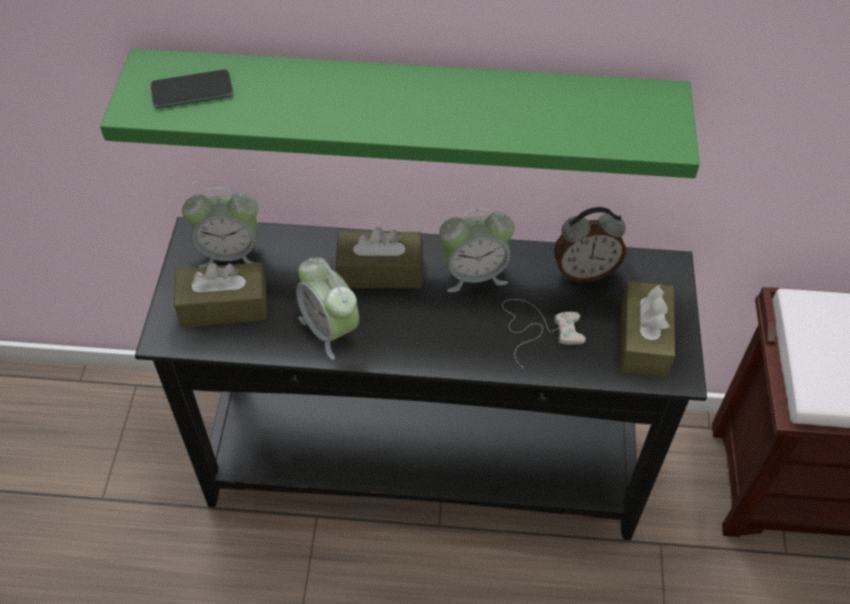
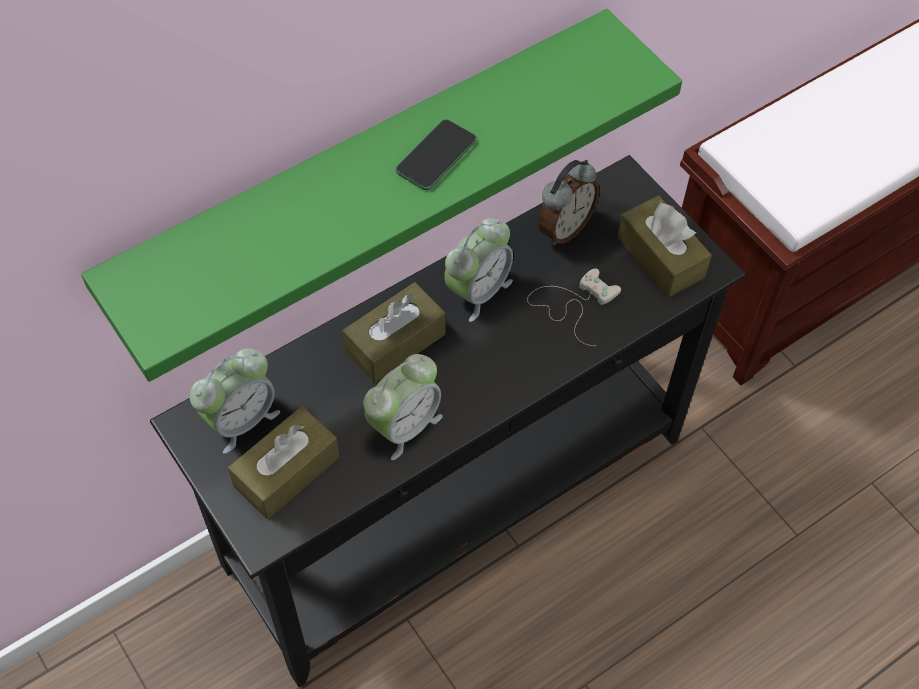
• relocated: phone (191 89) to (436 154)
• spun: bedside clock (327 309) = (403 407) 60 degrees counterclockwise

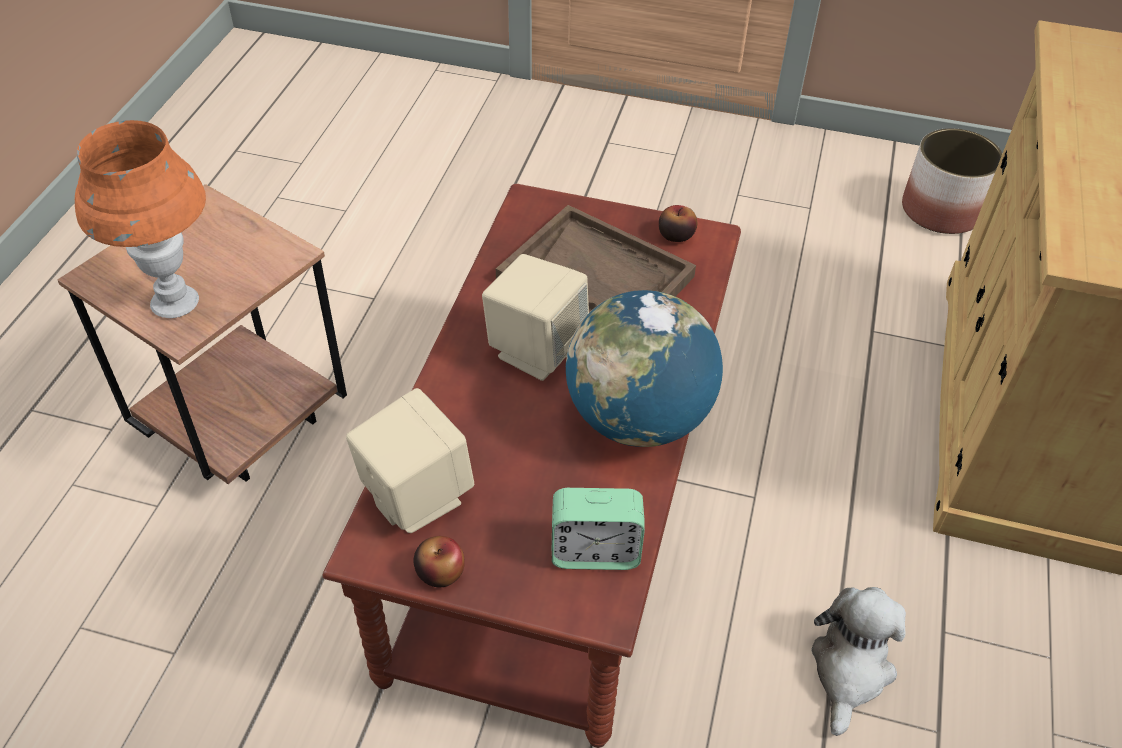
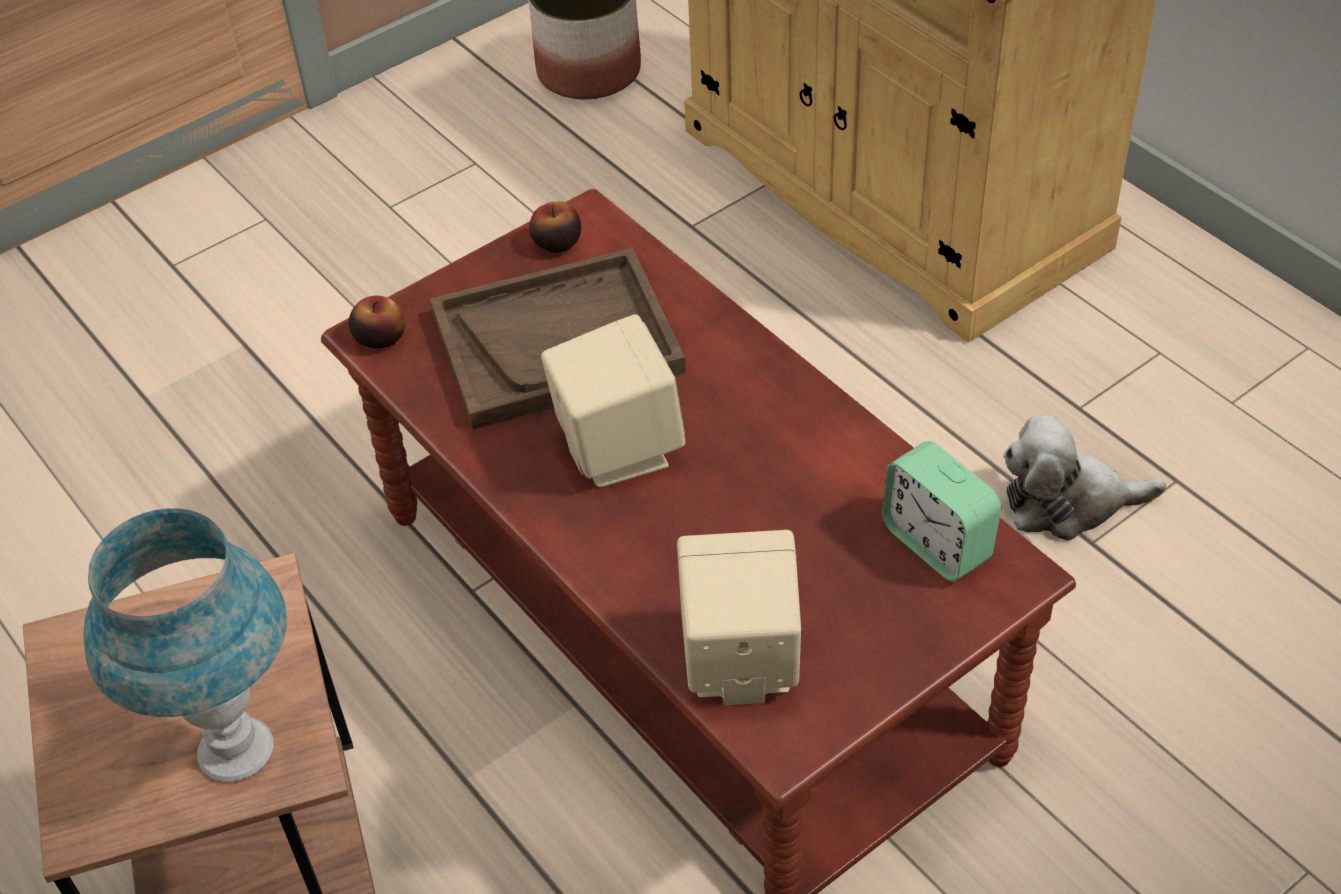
• missing: desk globe (644 368)
• relocated: apple (439 561) to (377 322)
• colour: orangey lamp for a table (140 219) to bluish lamp for a table (185 644)
• spun: bedside clock (598 529) = (942 511) 105 degrees clockwise
• spun: cuddly toy (858 661) = (1084 477) 60 degrees counterclockwise

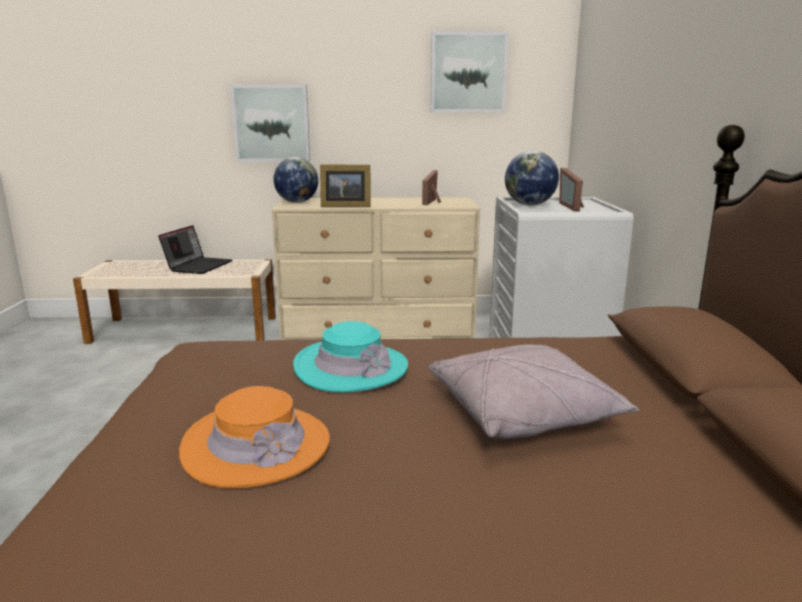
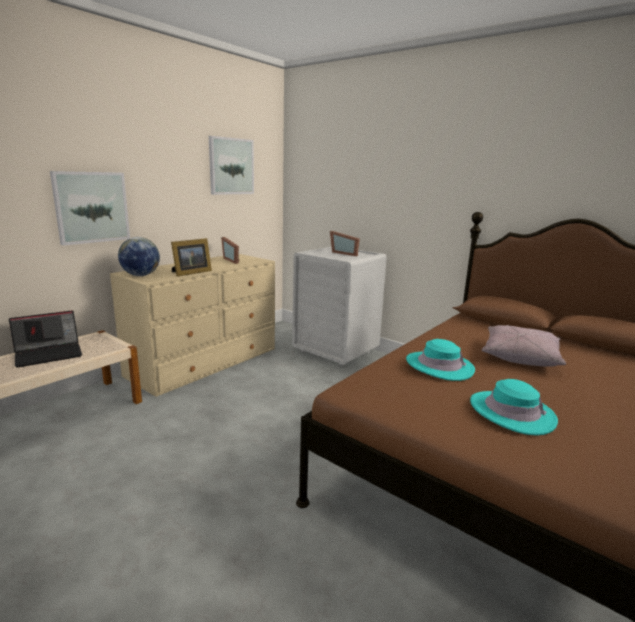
• missing: desk globe (532 178)
• colour: orangey hat (254 437) to blue-green hat (514 407)
• spun: portable computer (195 249) = (45 339) 90 degrees clockwise

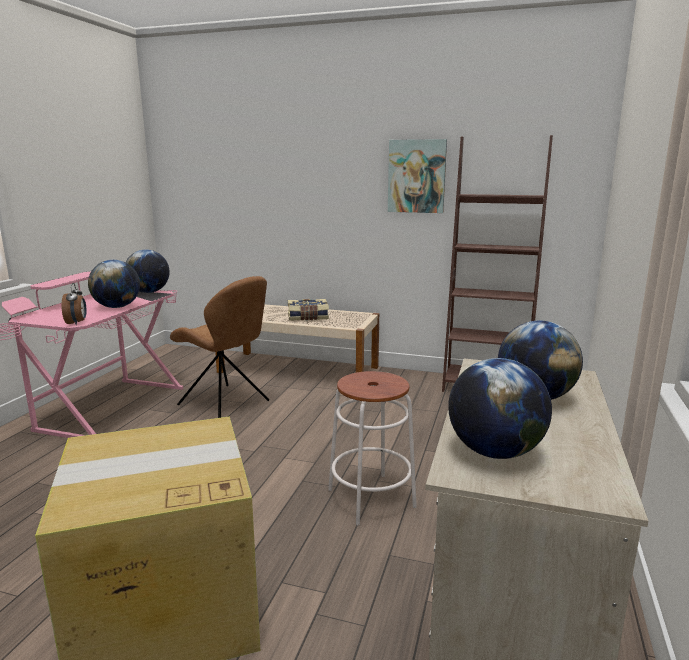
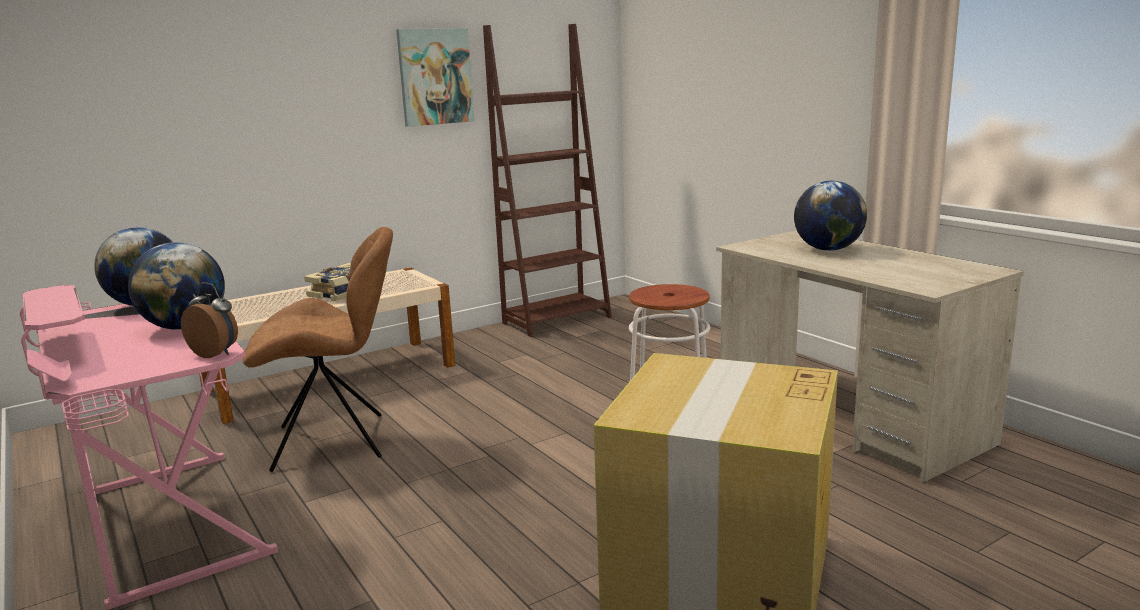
• missing: desk globe (500 408)

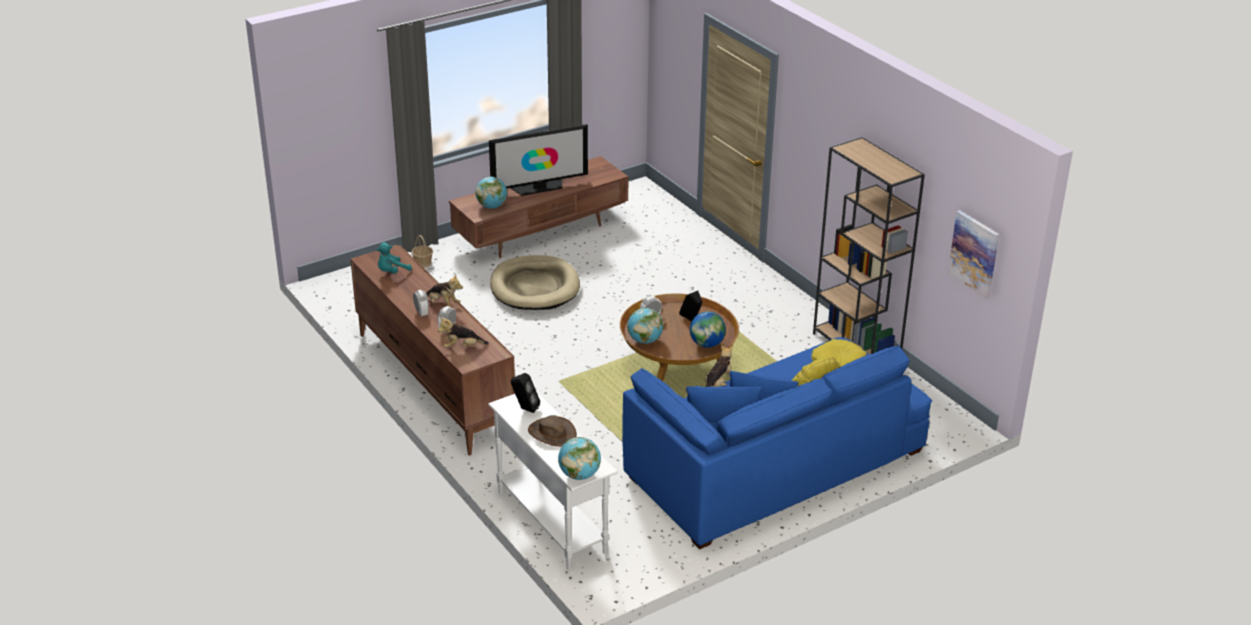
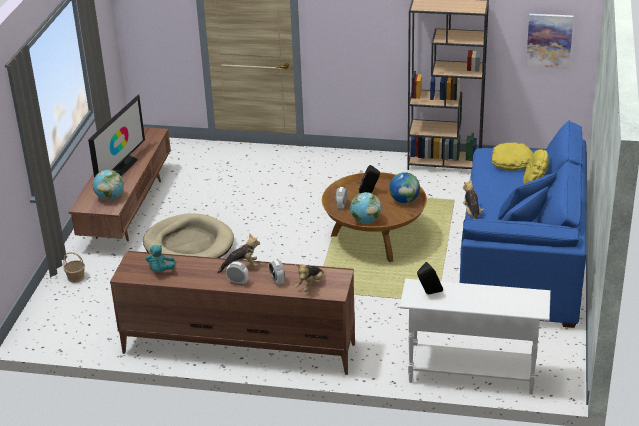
• missing: brown hat (552 431)
• missing: desk globe (579 458)

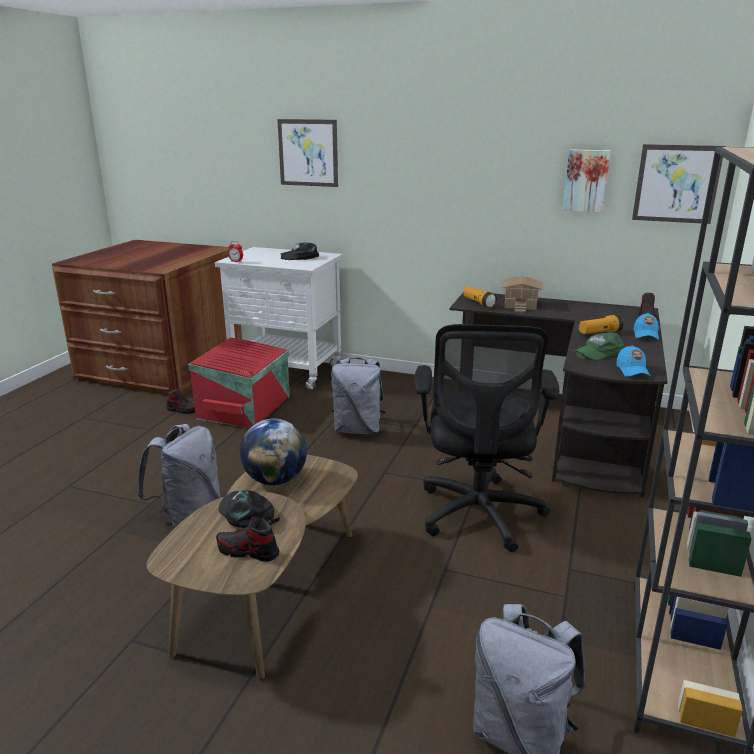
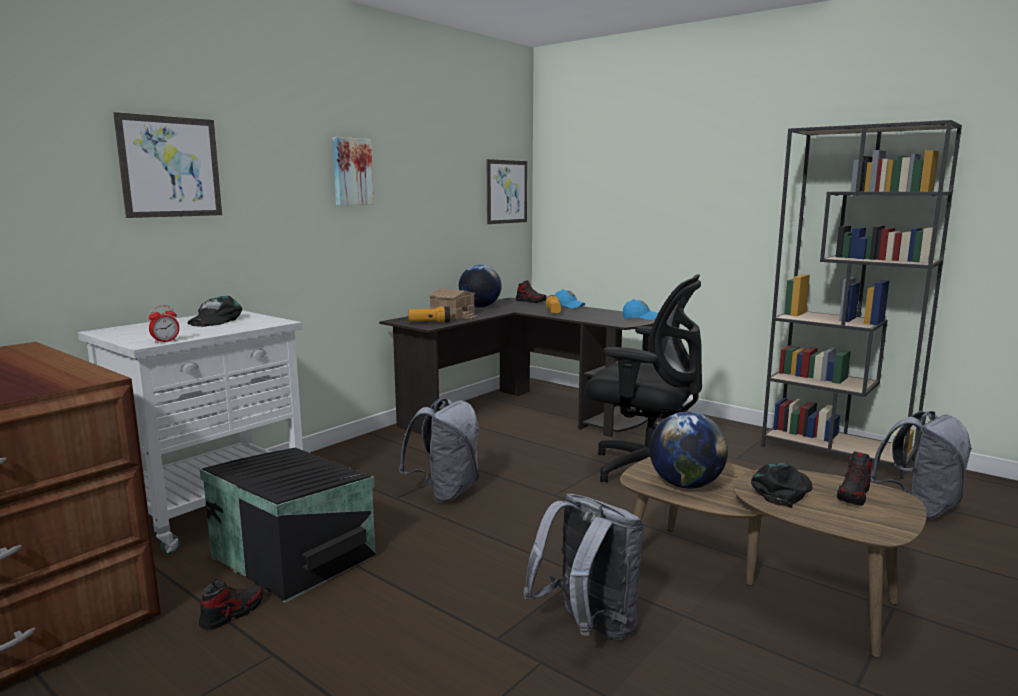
• missing: green baseball cap (599 346)
• appeared: desk globe (480 285)
• relocated: wall art (587 181) to (353 171)
• colour: red-coloured storage box (239 382) to black storage box (287 525)
• spun: black baseball cap (249 509) = (781 485) 150 degrees clockwise

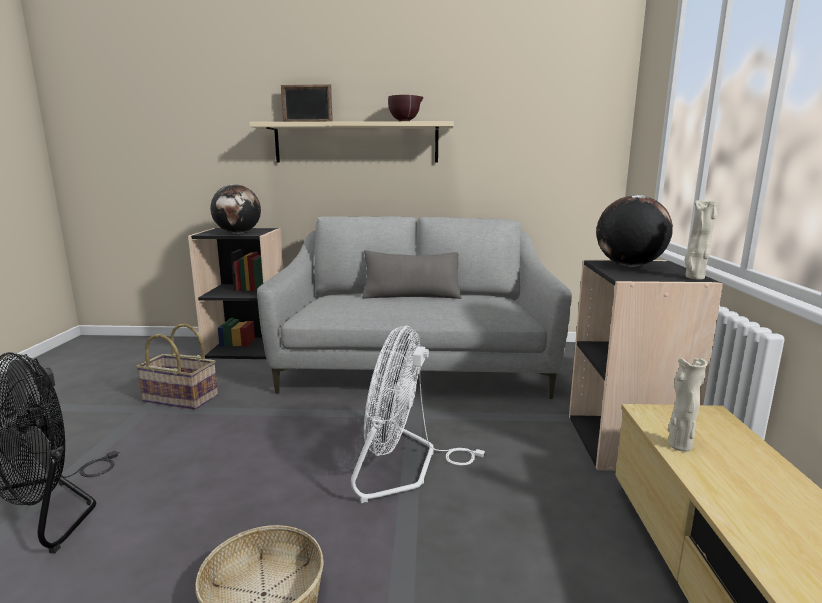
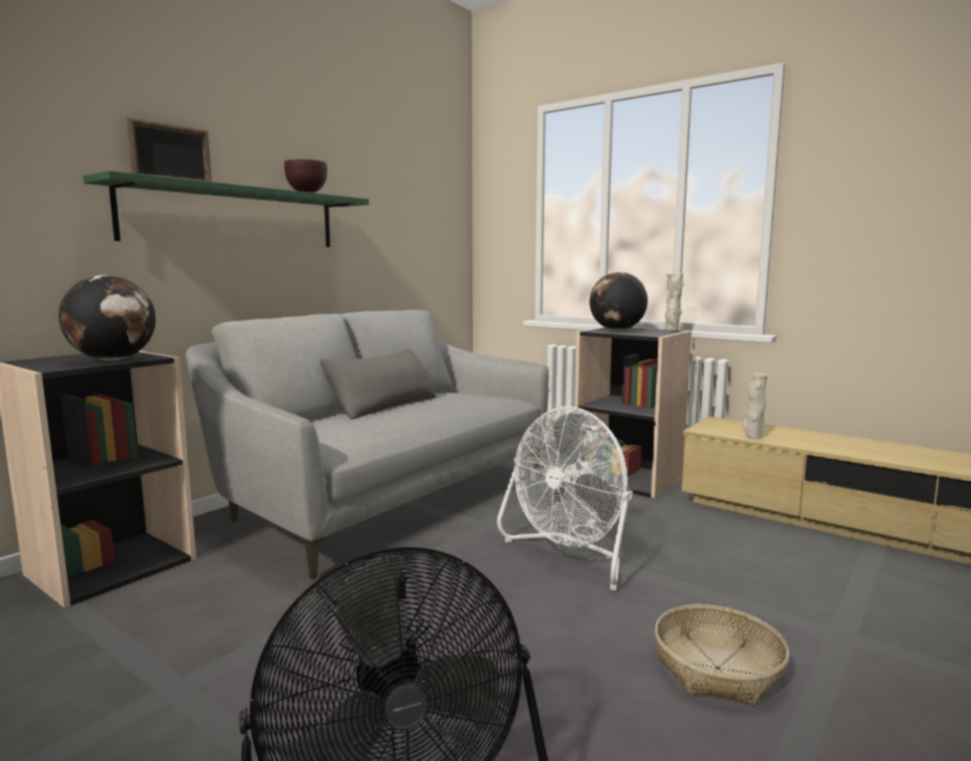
• missing: storage basket (177 367)
• colour: sand-coloured wall shelf (351 142) to green wall shelf (226 209)

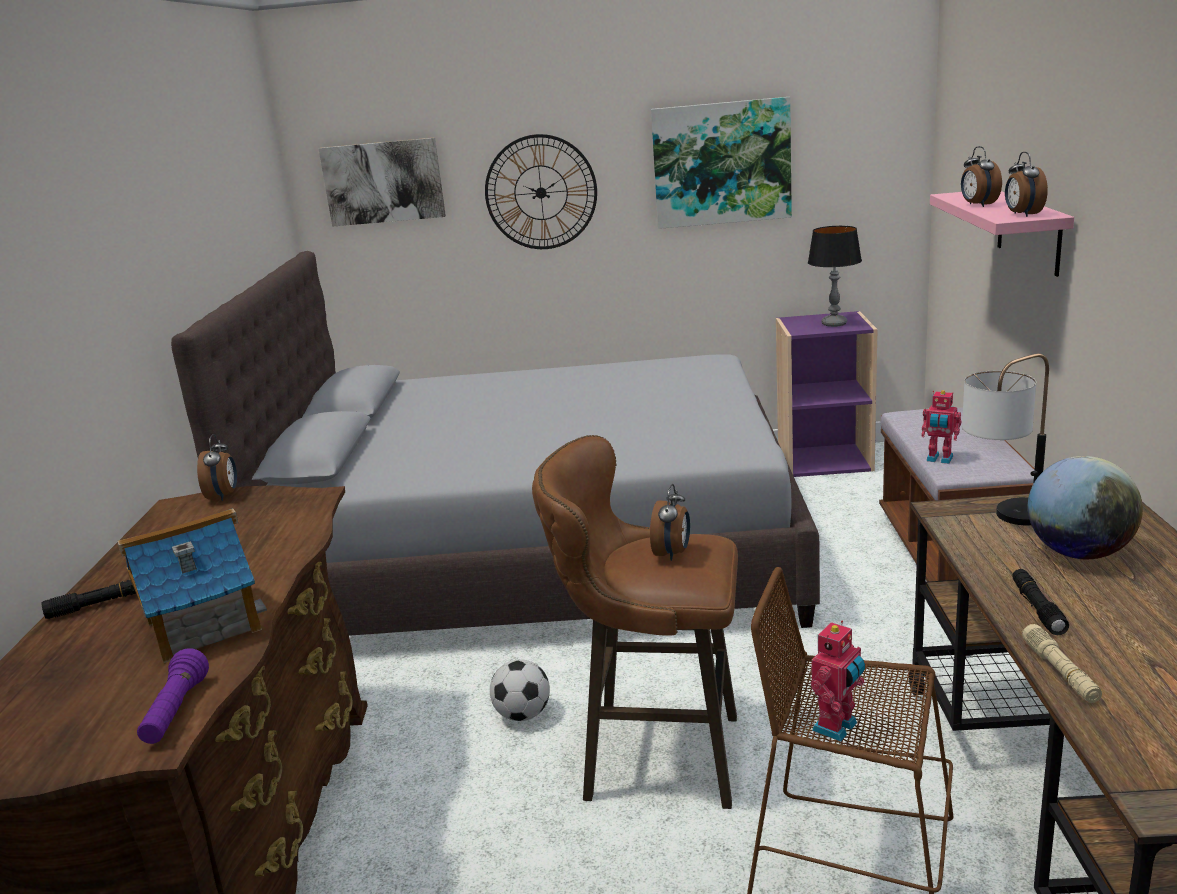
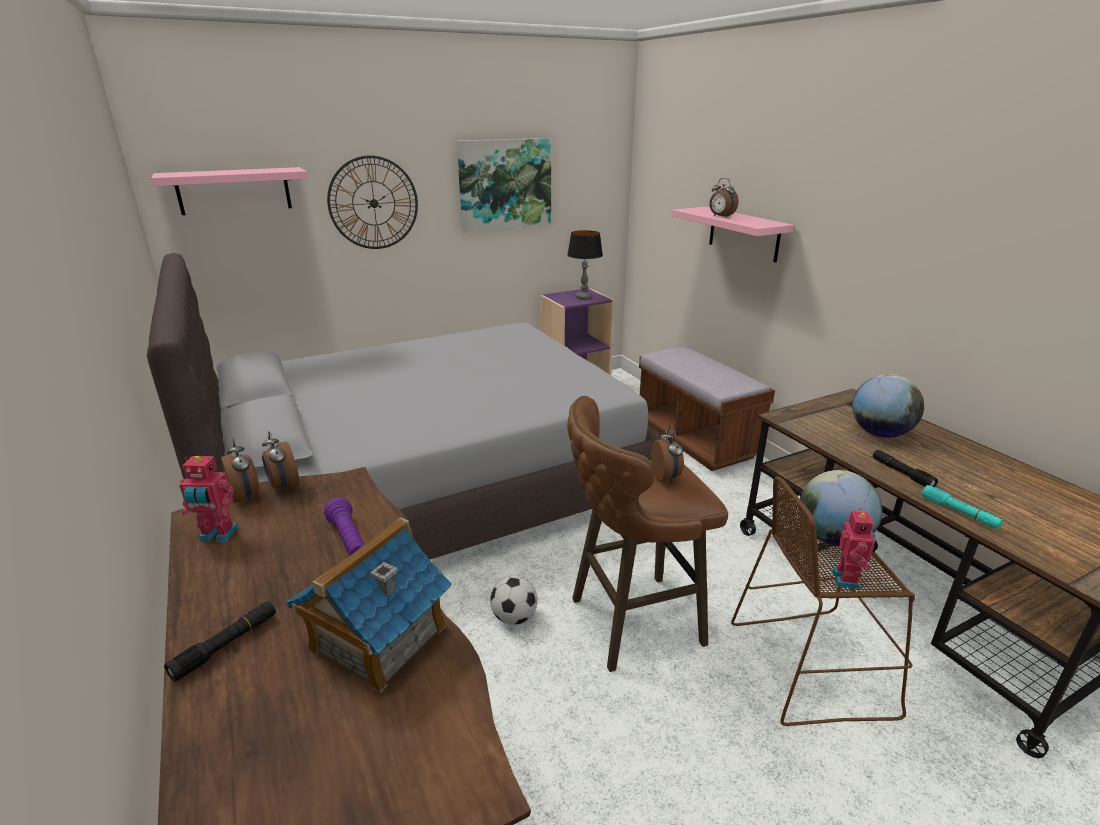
• missing: lamp for a table (1005 439)
• appeared: desk globe (841 508)
• relocated: purplish hand torch (173 696) to (344 526)
• relocated: toy robot (941 427) to (208 499)
• relocated: bedside clock (1026 184) to (281 462)
• exchanged: wall art (382 182) to pink-coloured wall shelf (229 191)
• colour: sand-coloured hand torch (1062 663) to blue-green hand torch (962 507)

